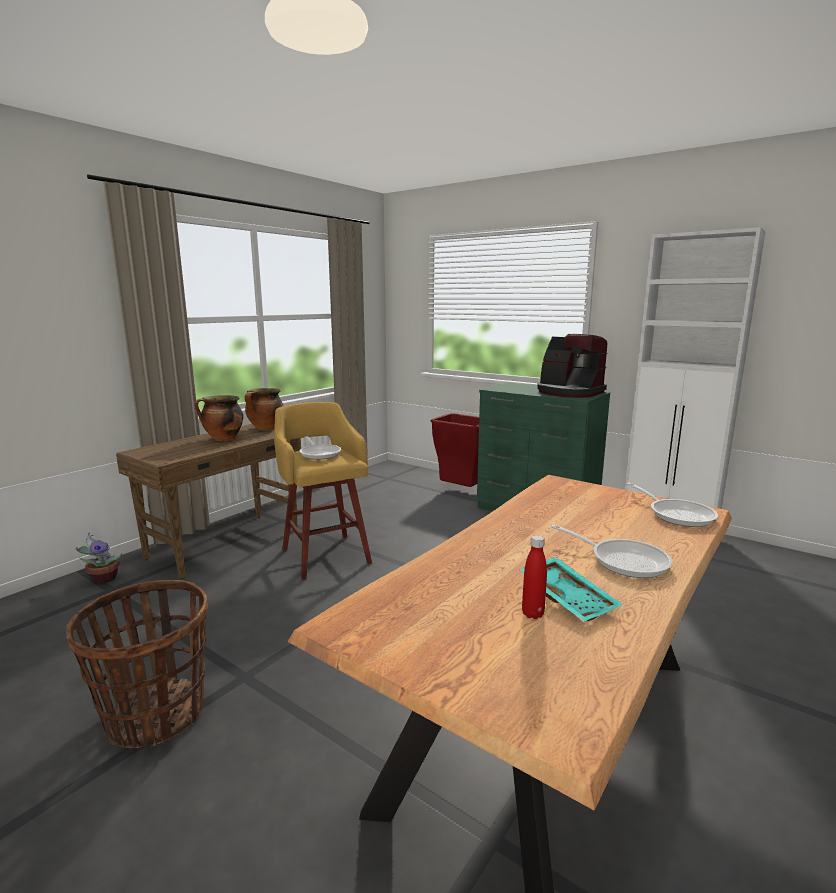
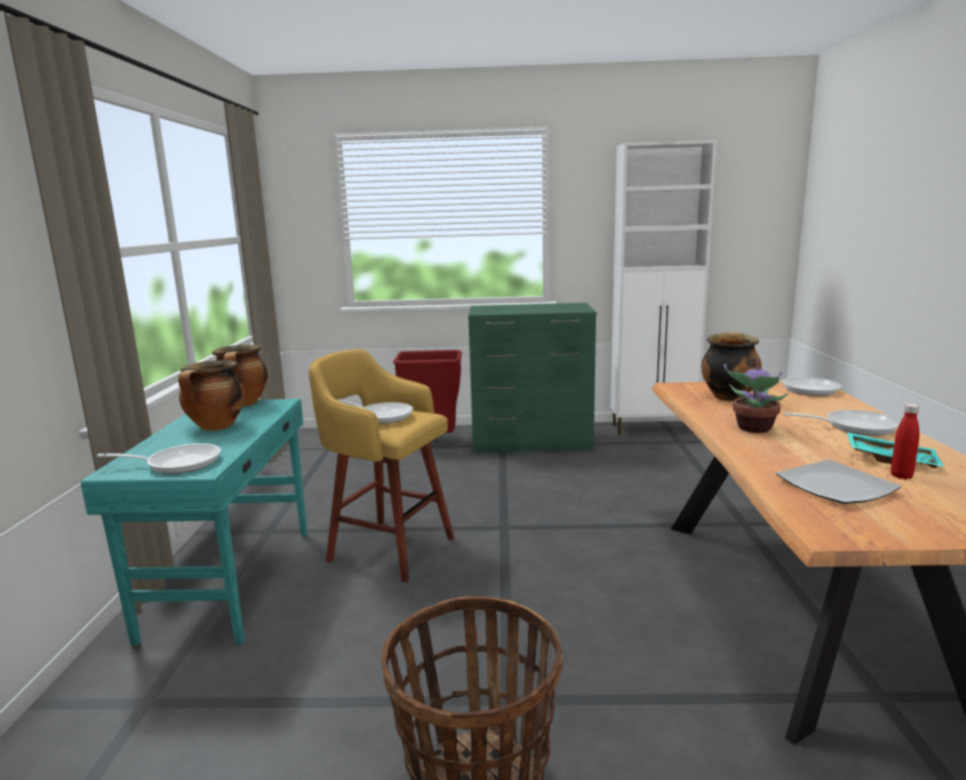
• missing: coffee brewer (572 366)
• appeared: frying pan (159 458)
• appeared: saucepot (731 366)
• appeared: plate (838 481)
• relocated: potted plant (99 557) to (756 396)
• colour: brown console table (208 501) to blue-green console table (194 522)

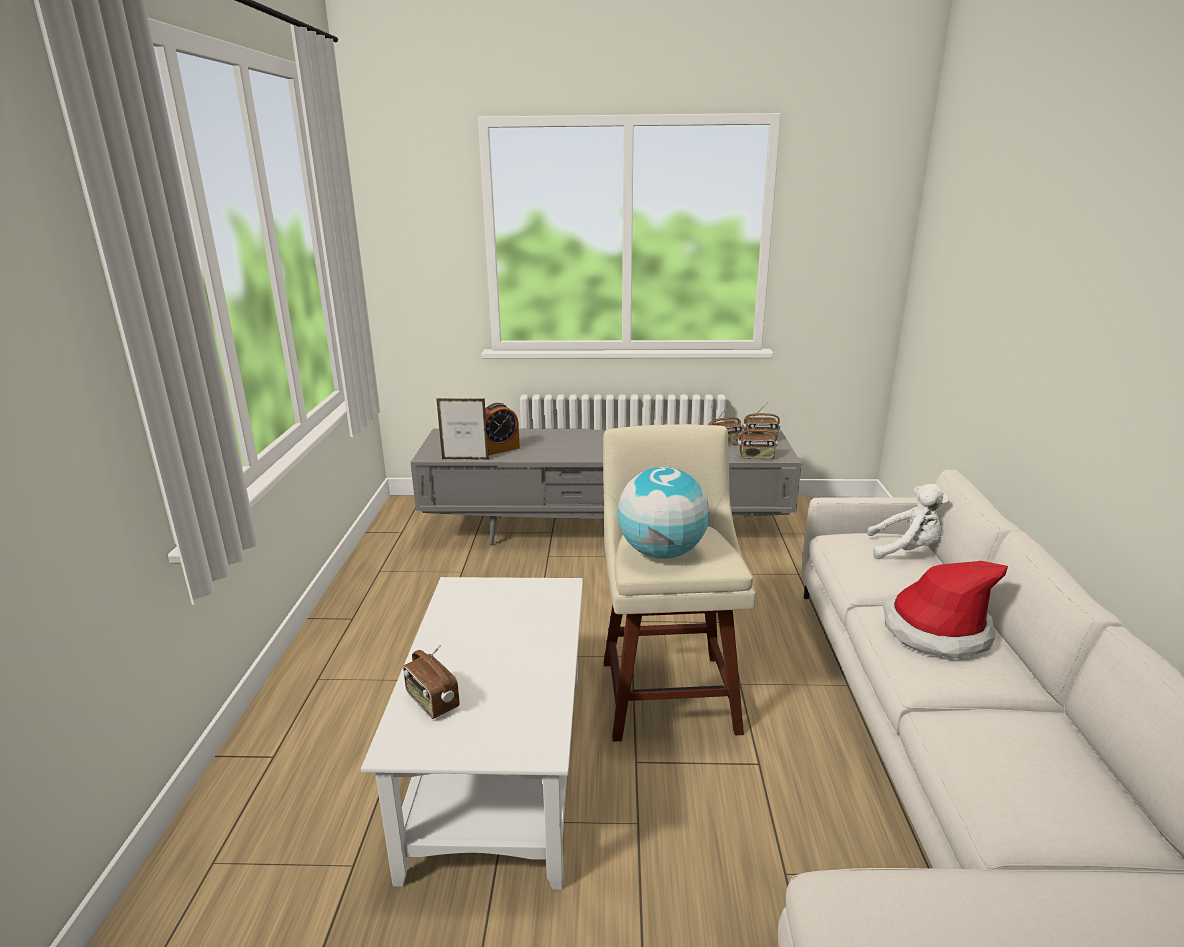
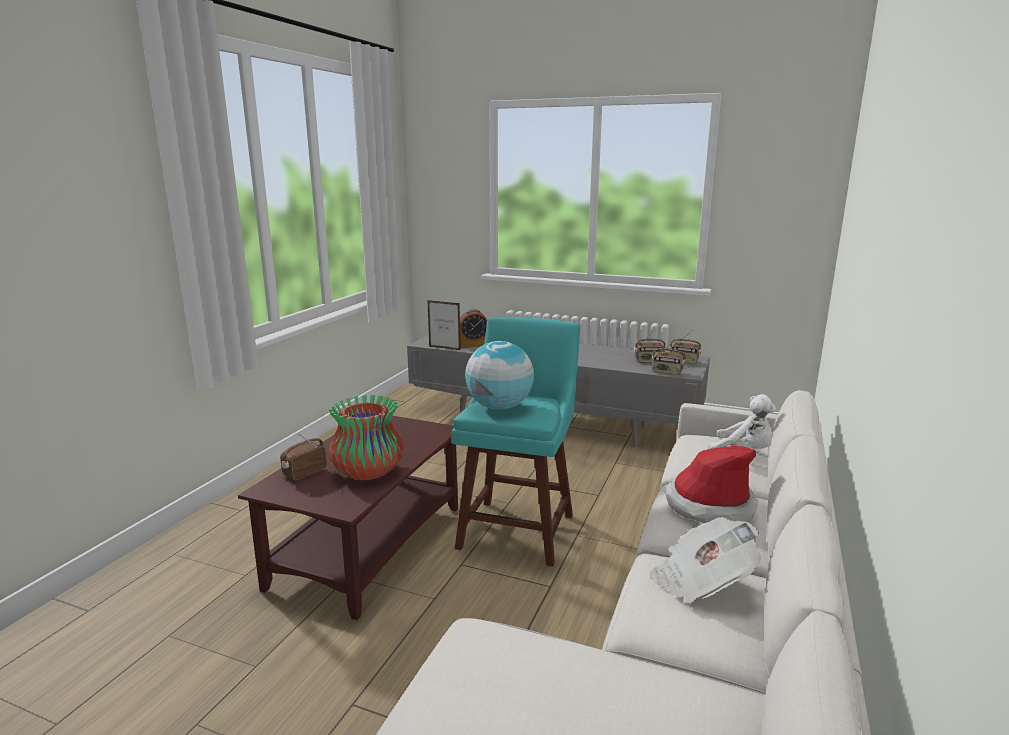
• appeared: vase (366 438)
• appeared: newspaper (705 560)
• colour: white lounge table (472 733) to brown lounge table (348 516)
• colour: sand-coloured stool (679 583) to blue-green stool (515 442)
• spun: radio (431 681) = (303 456) 60 degrees clockwise

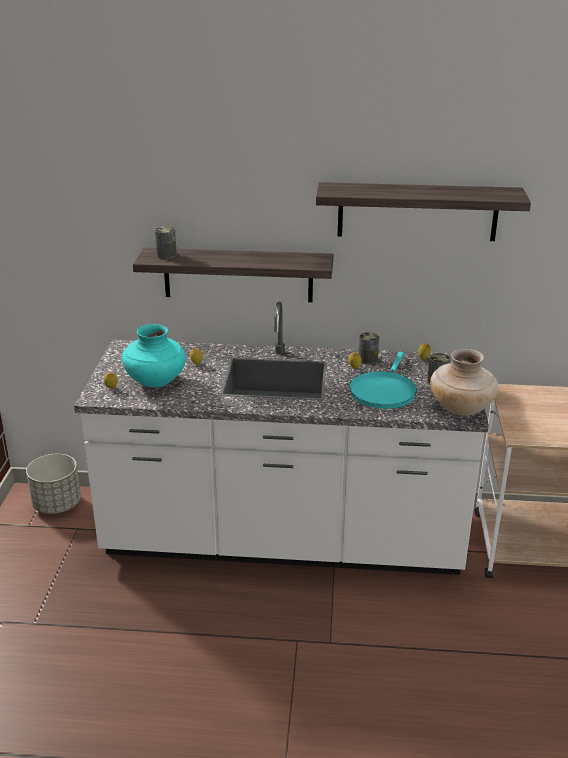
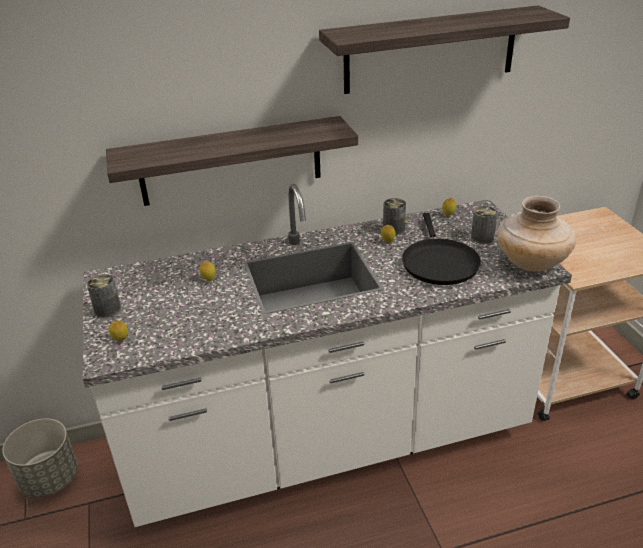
• missing: blue-green vase (154 356)
• relocated: can (165 242) to (104 296)
• colour: blue-green frying pan (383 380) to black frying pan (441 249)

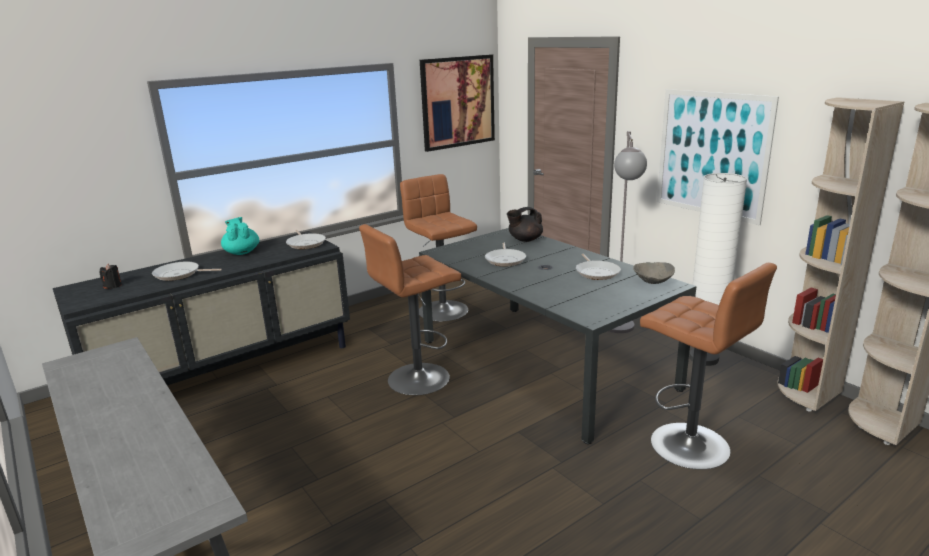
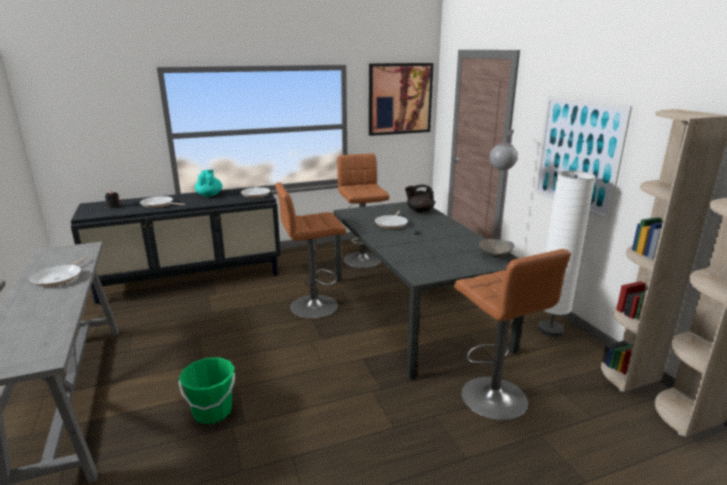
• appeared: green bucket (207 390)
• relocated: frying pan (598 267) to (59 271)

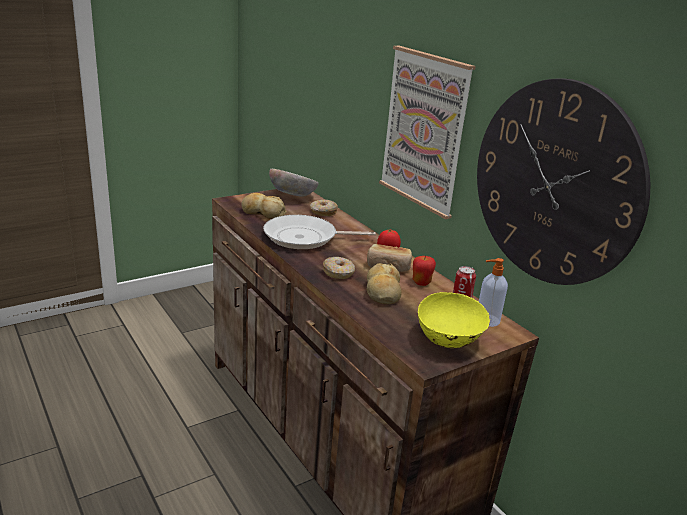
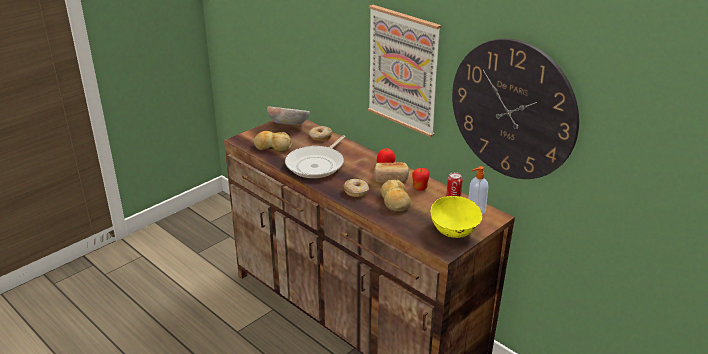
• spun: frying pan (319 232) = (315 156) 45 degrees counterclockwise

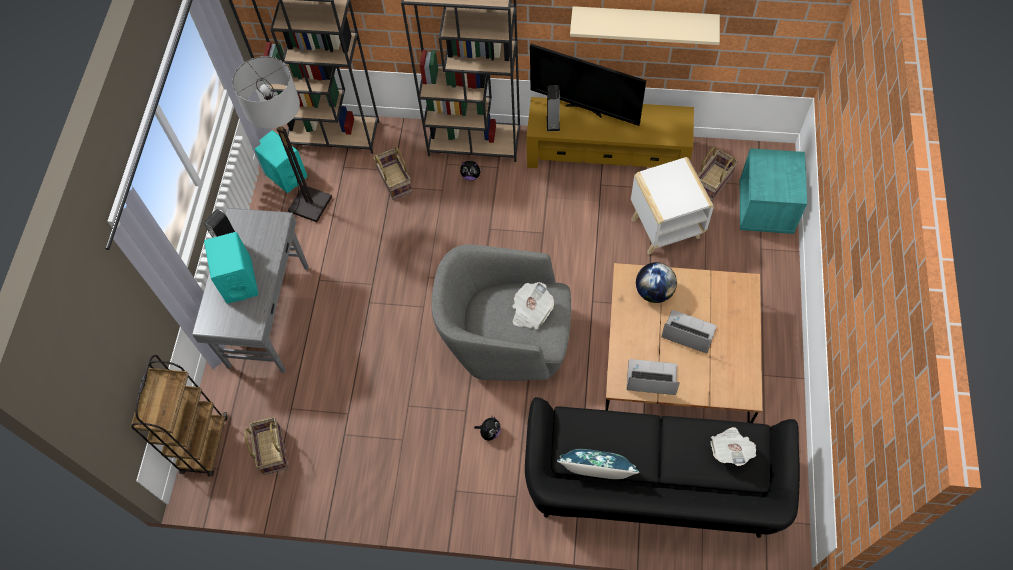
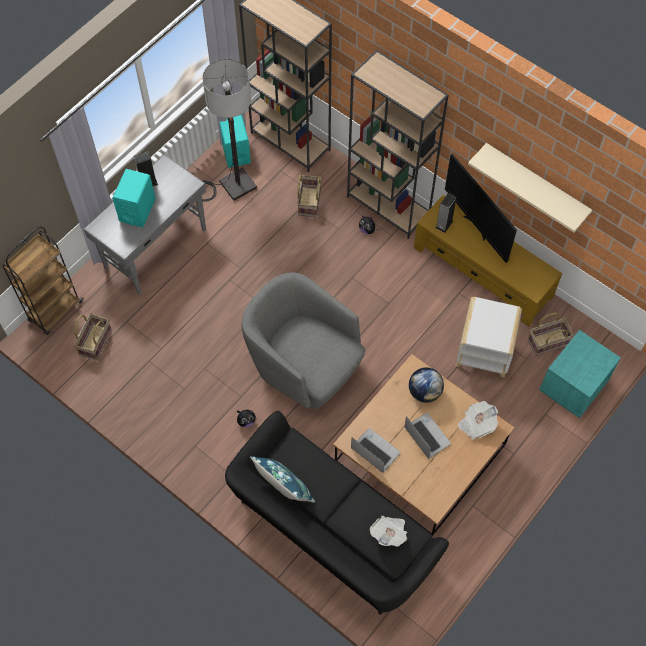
• relocated: newspaper (533 305) to (478 420)

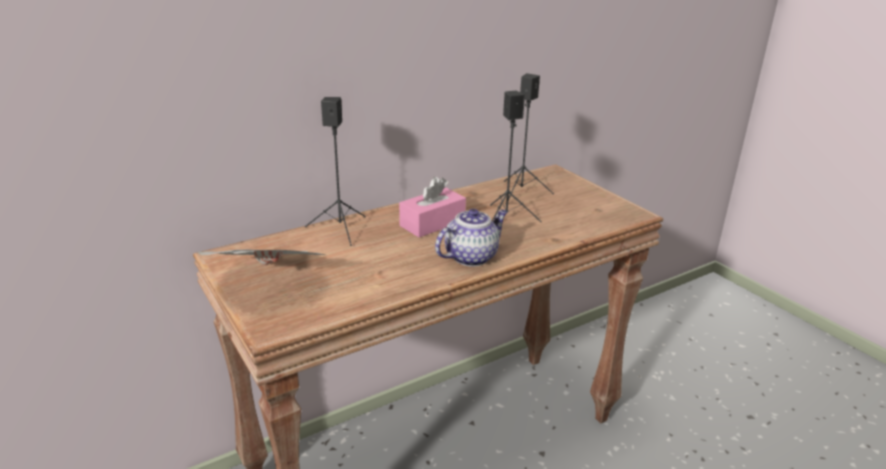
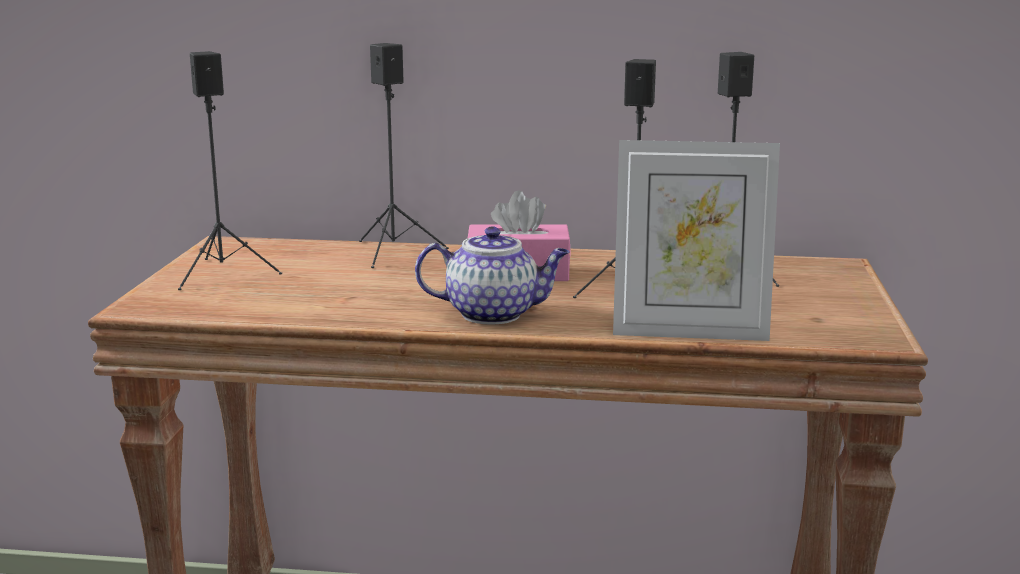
• appeared: picture frame (696 240)
• exchanged: newspaper (261 257) to black speaker (230 170)

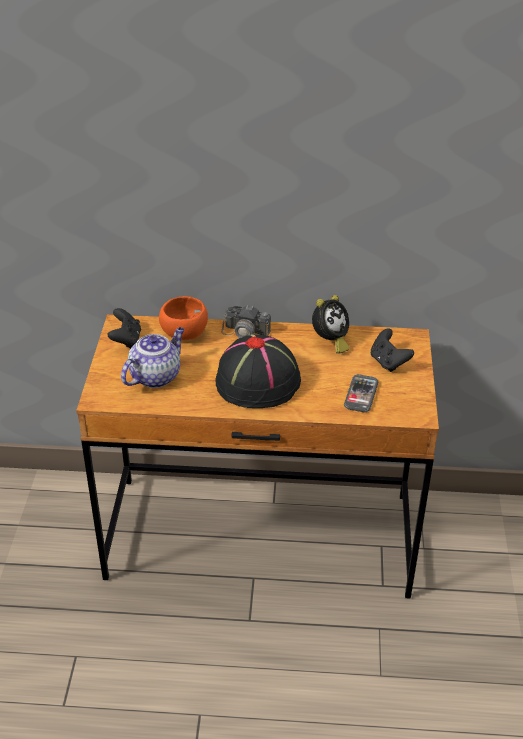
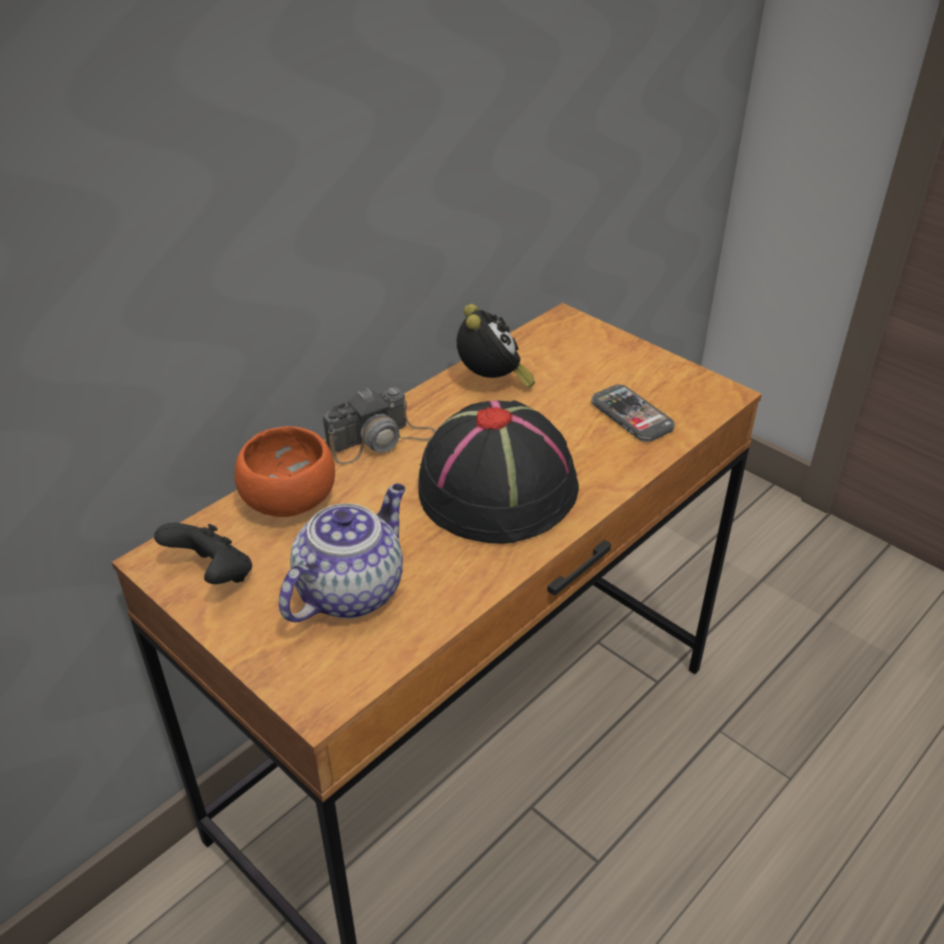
• missing: black joypad (392 350)
• spun: tea pot (153 357) = (342 553) 45 degrees clockwise

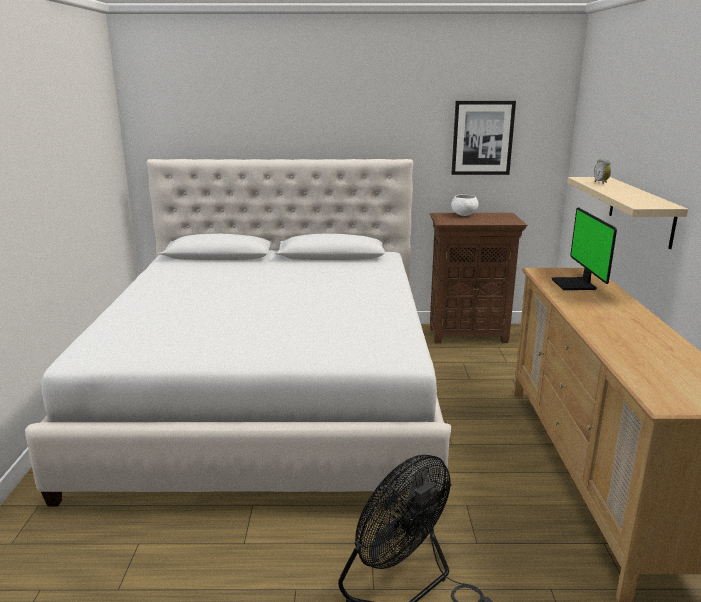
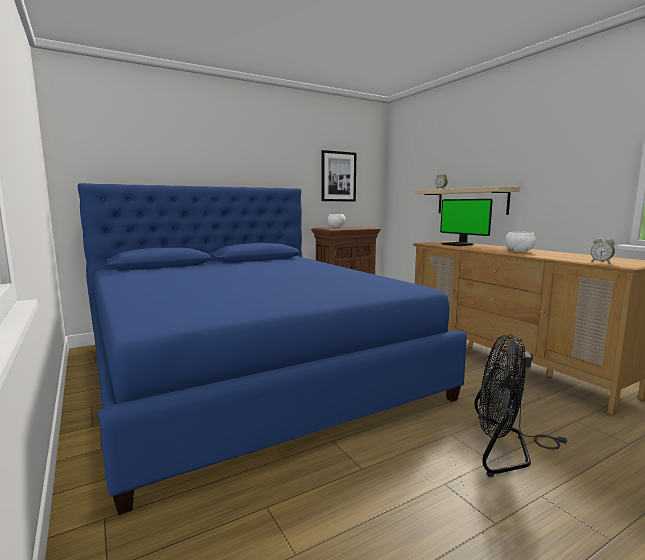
• appeared: white serving bowl (520 241)
• appeared: bedside clock (603 251)
• colour: white bedroom bed (238 333) to bluish bedroom bed (272 349)

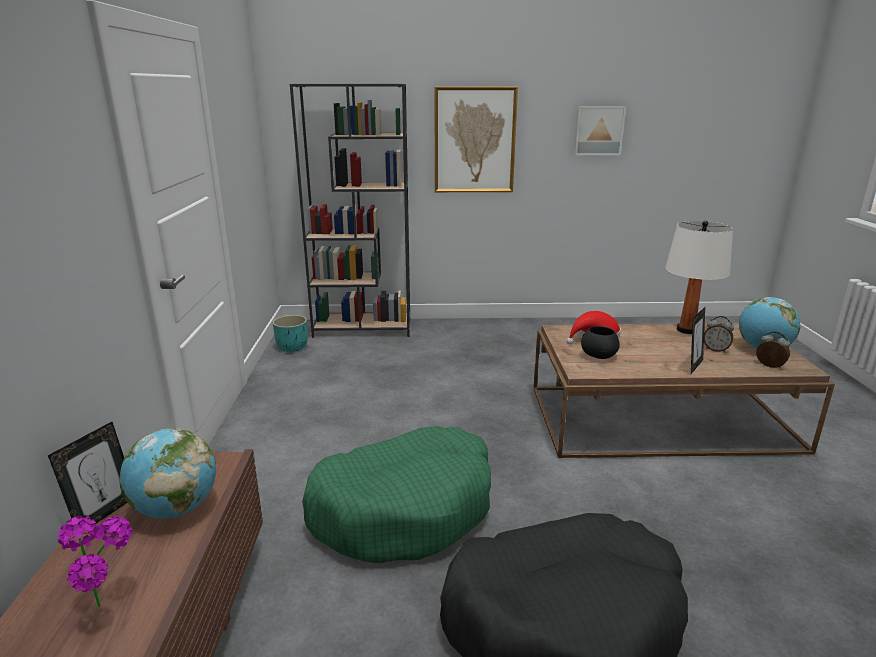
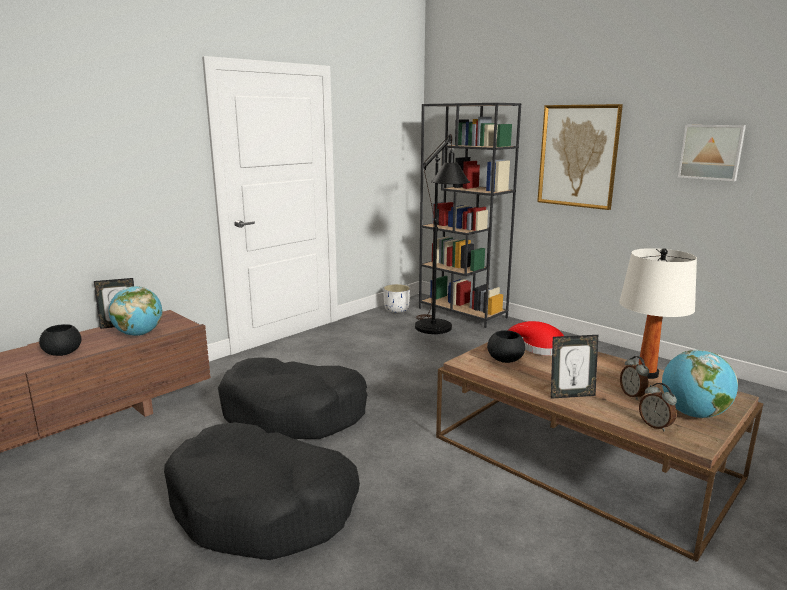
• appeared: black standing lamp (442 234)
• exchanged: potted plant (95 561) to black serving bowl (60 340)
• colour: blue-green plant pot (290 333) to white plant pot (396 298)
• colour: green dog bed (396 494) to black dog bed (293 398)
• spun: bedside clock (773 349) = (658 407) 150 degrees clockwise

